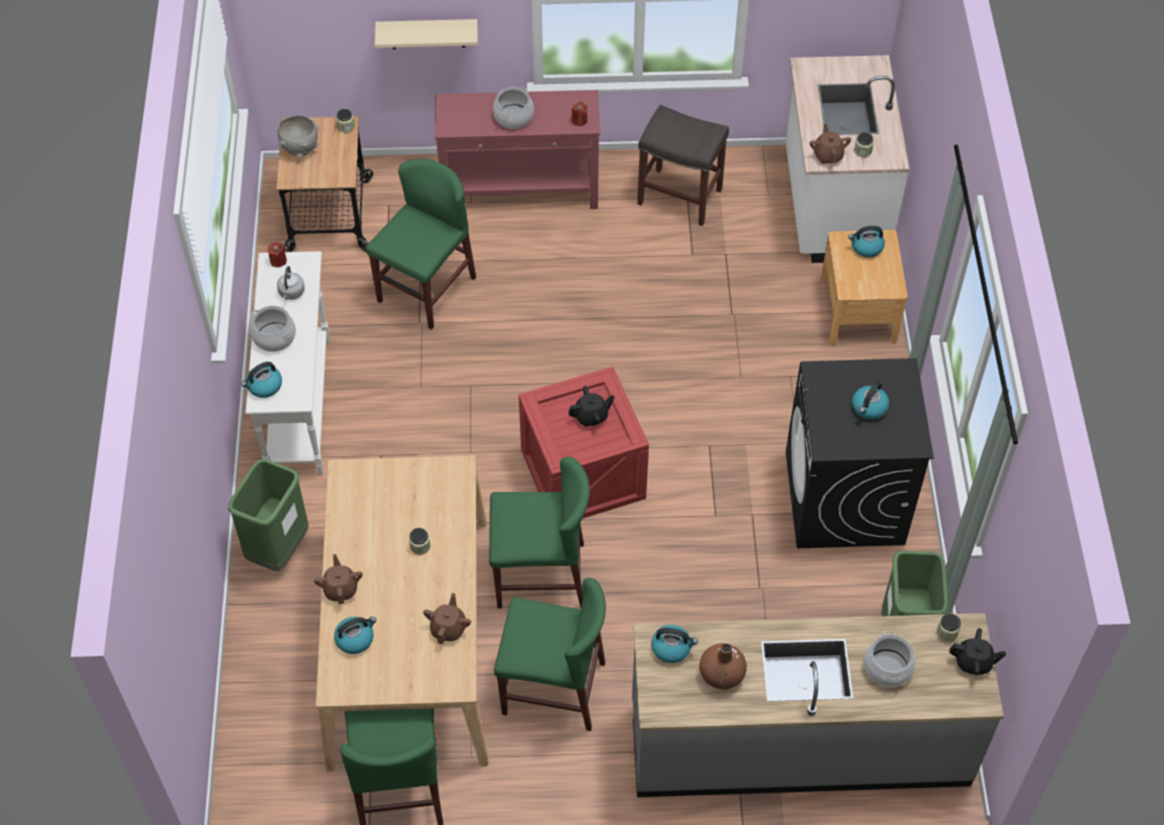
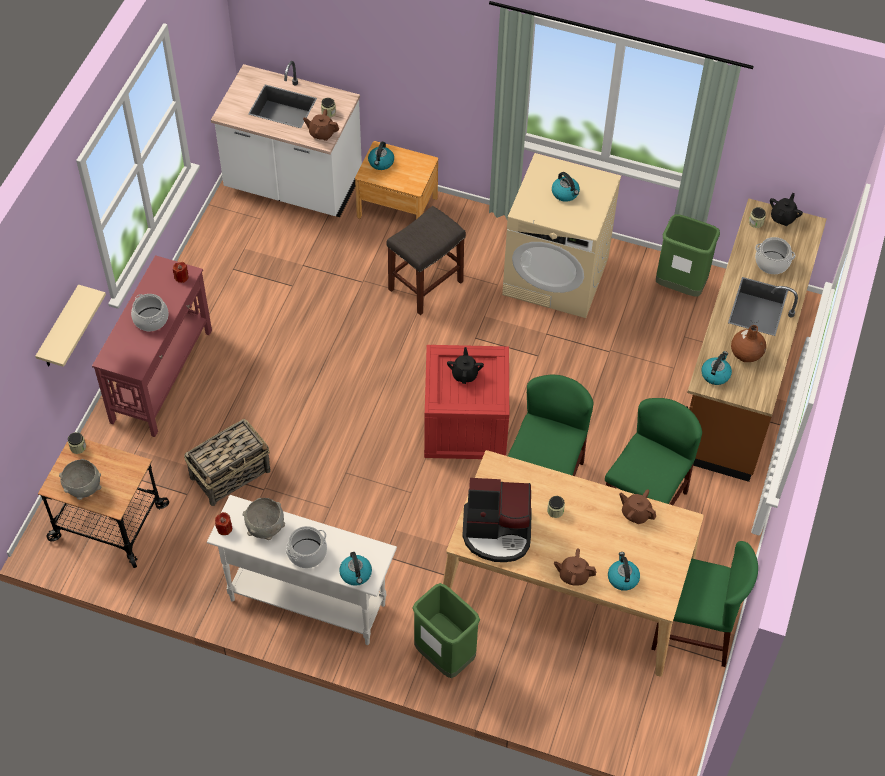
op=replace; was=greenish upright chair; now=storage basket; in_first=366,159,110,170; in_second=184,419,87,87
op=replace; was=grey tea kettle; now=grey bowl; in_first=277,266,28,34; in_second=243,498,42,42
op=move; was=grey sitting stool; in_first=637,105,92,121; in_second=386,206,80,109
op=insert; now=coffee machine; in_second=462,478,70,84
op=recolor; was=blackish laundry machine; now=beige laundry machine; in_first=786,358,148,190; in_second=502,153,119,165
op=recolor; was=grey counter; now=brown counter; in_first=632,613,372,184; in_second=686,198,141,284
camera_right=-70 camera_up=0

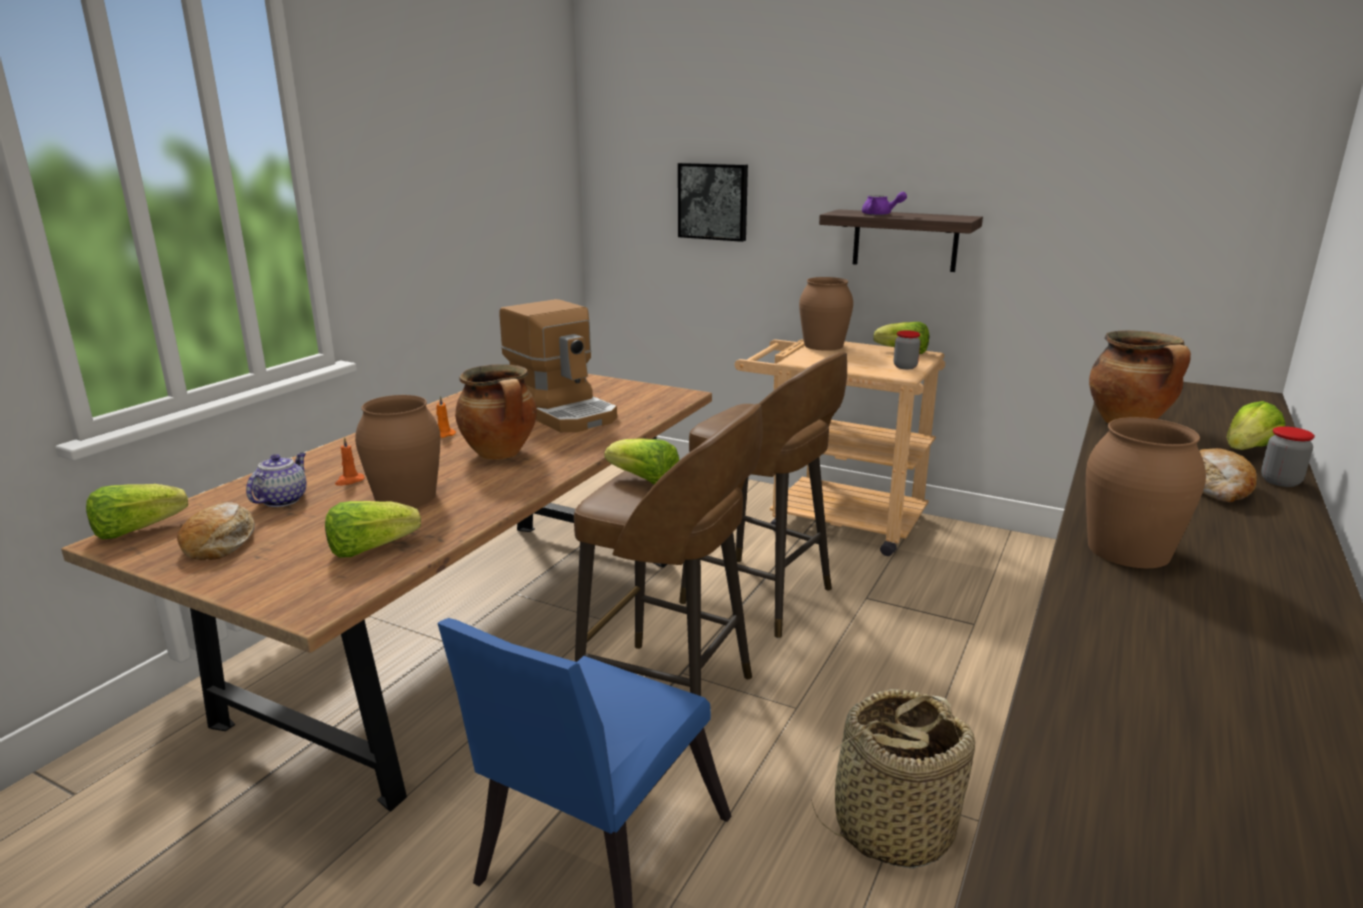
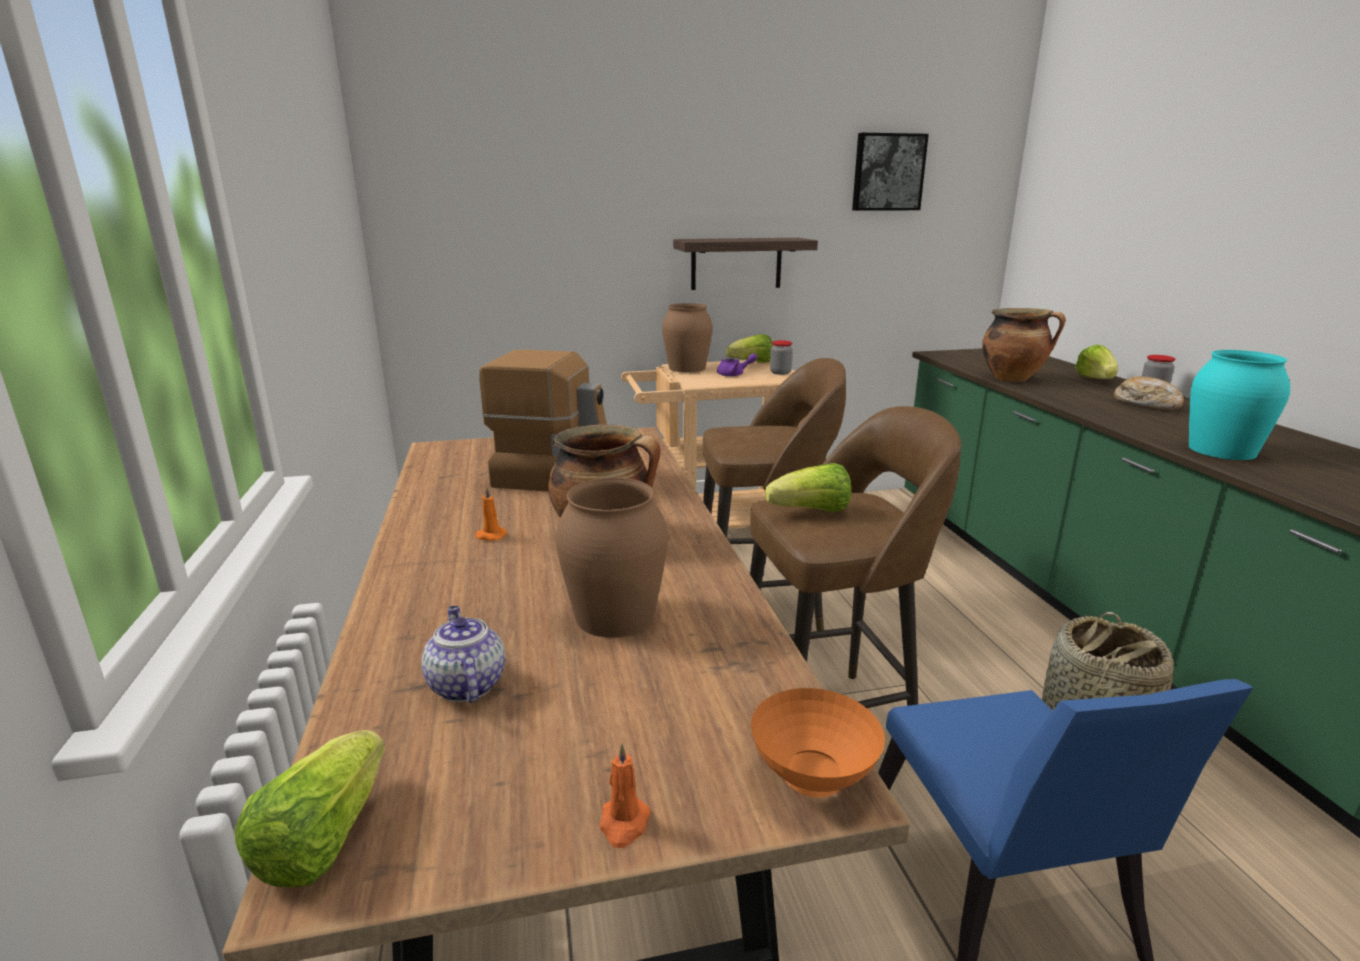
op=move; was=orangey wax candle; in_first=335,437,30,49; in_second=600,743,51,105
op=move; was=purplish pot for tea; in_first=862,192,45,23; in_second=717,353,40,24
op=insert; now=orangey bowl; in_second=751,688,134,109
op=move; was=wall art; in_first=678,163,70,79; in_second=852,133,77,78
op=recolor; was=brown decorative vase; now=turquoise decorative vase; in_first=1086,417,120,151; in_second=1189,350,101,110
op=delete; was=bread; in_first=177,502,78,58
op=delete; was=head of lettuce; in_first=325,501,96,57
camera_right=-40 camera_up=0

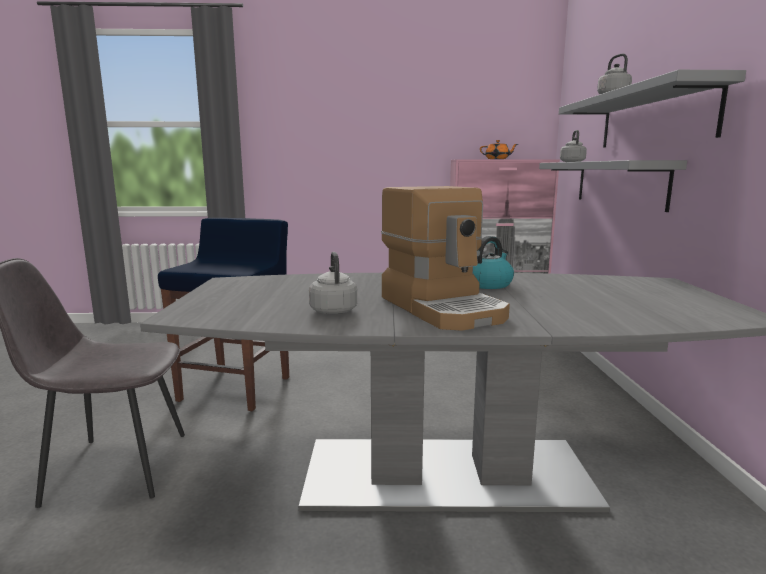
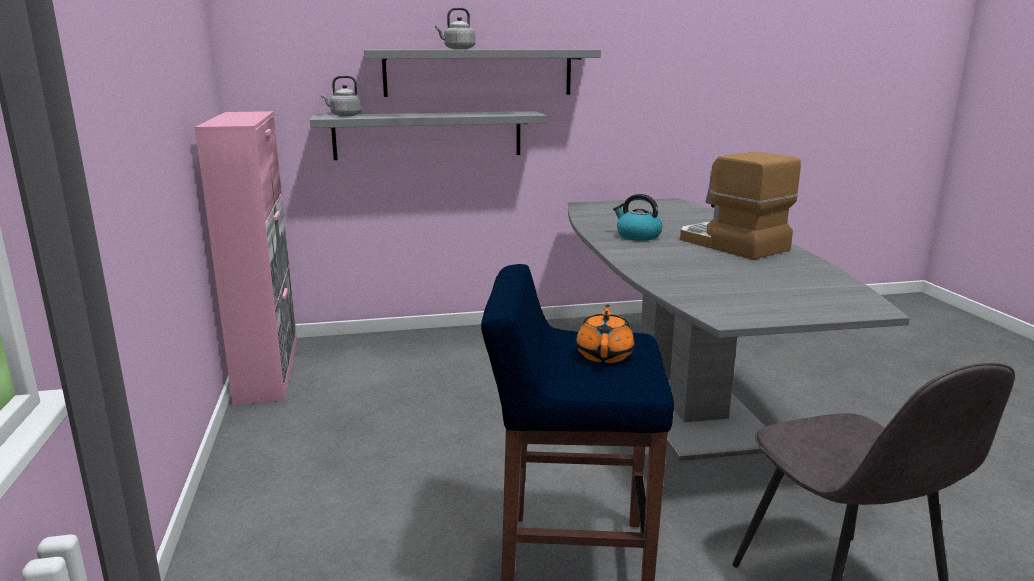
op=move; was=orangey pot for tea; in_first=480,140,38,19; in_second=576,305,59,58
op=rotate; was=coffee machine; in_first=381,186,129,145; in_second=680,152,121,108; clockwise=-90
op=delete; was=grey tea kettle; in_first=309,252,48,62
camera_right=-100 camera_up=5

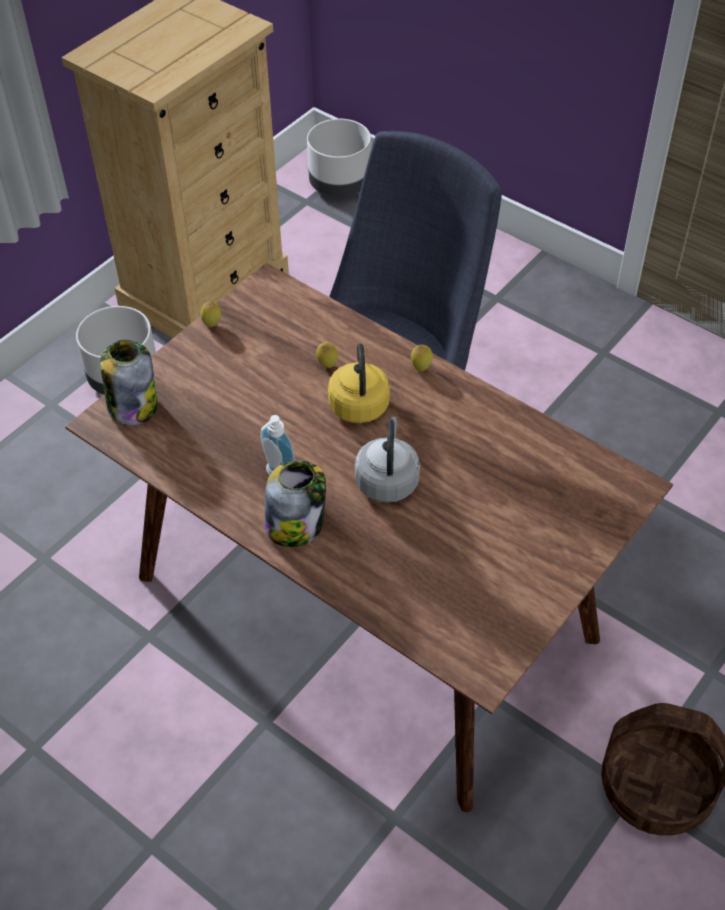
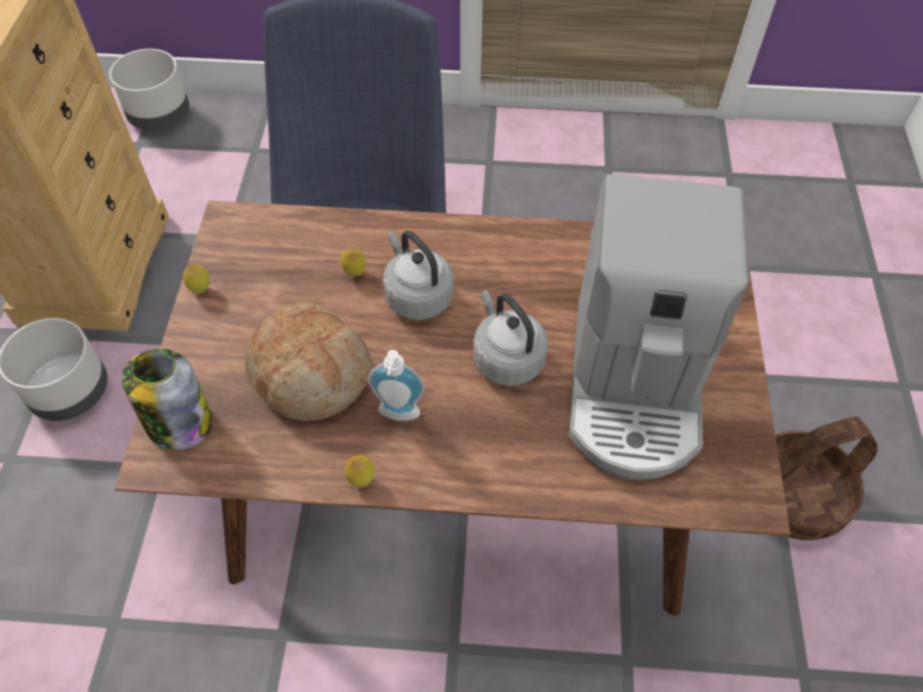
op=insert; now=bread; in_second=244,302,128,119
op=move; was=whole lemon; in_first=411,344,22,27; in_second=345,455,30,32
op=recolor; was=yellow tea kettle; now=grey tea kettle; in_first=328,343,62,80; in_second=383,231,71,89
op=insert; now=coffee machine; in_second=569,174,180,306
op=delete; was=preserve jar; in_first=264,461,62,86
camera_right=-35 camera_up=5

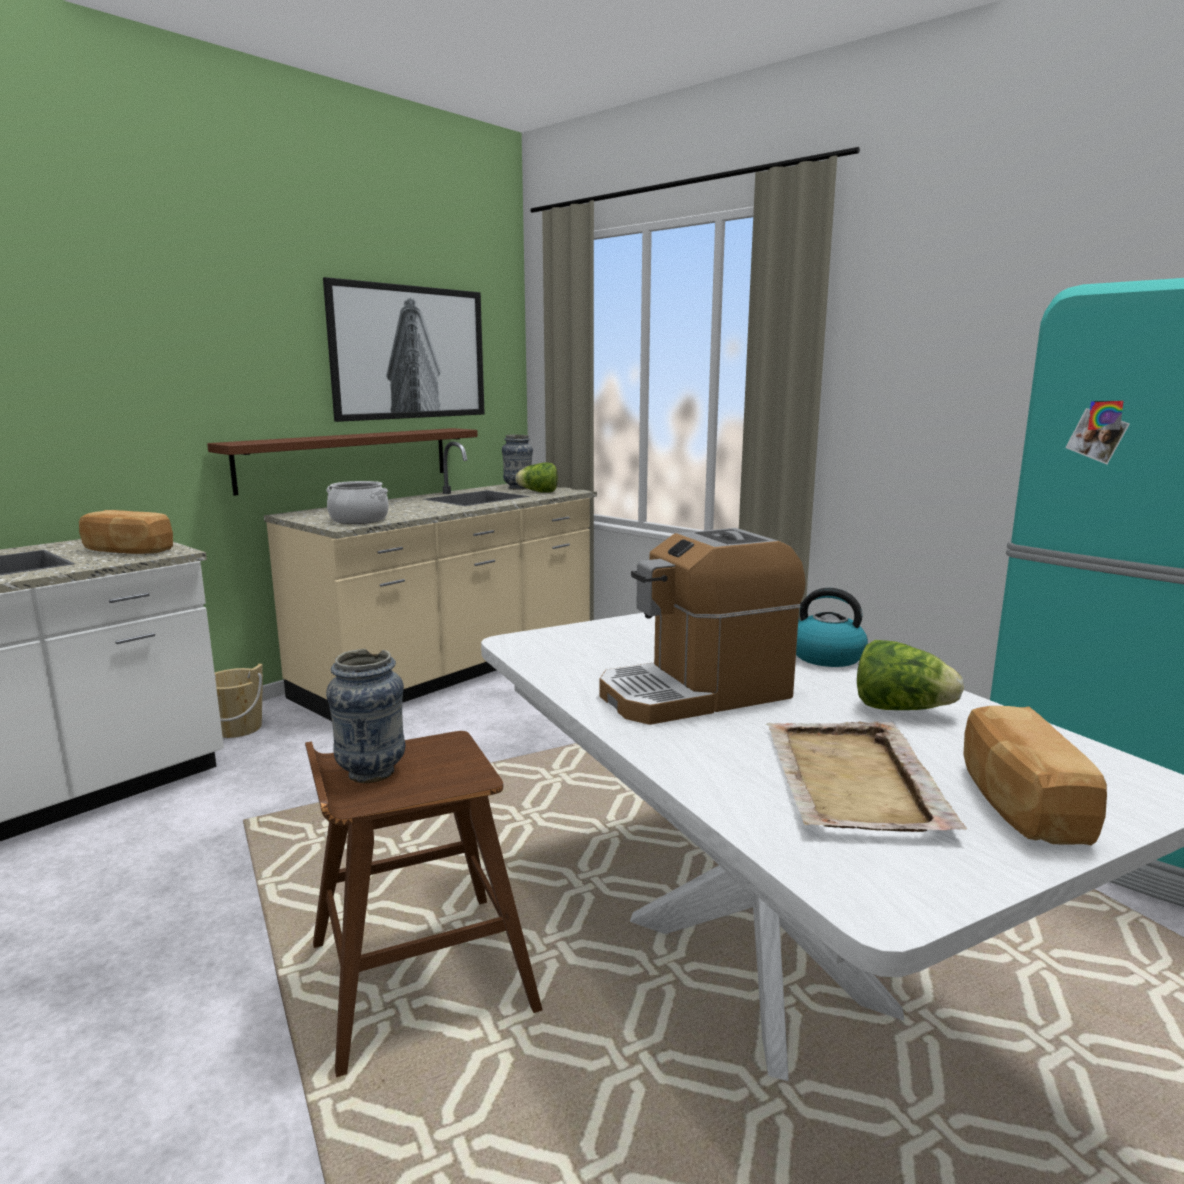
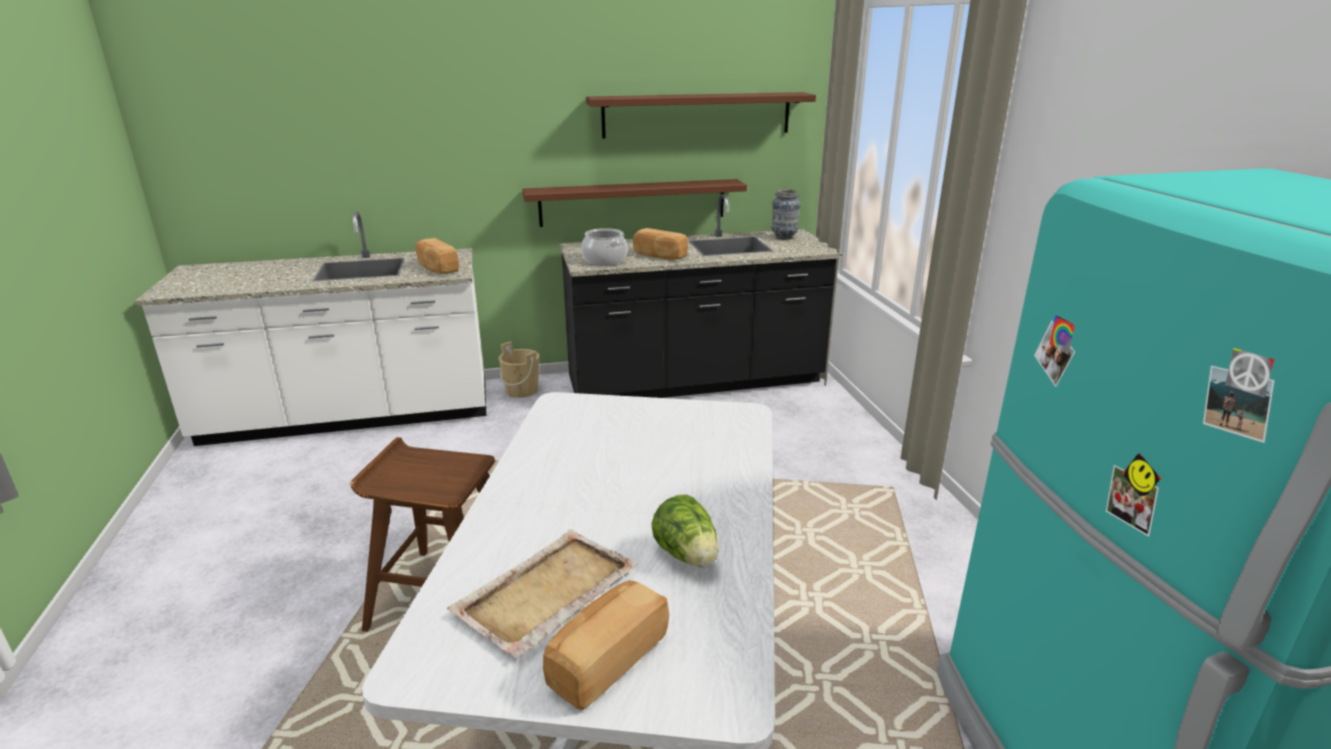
op=recolor; was=beige counter; now=blackish counter; in_first=264,442,333,279; in_second=560,194,283,204
op=replace; was=wall art; now=brown wall shelf; in_first=323,277,162,145; in_second=586,92,230,46
op=insert; now=bread; in_second=633,228,55,32
op=delete; was=decorative vase; in_first=326,649,79,134
op=delete; was=head of lettuce; in_first=515,463,43,30
op=delete; was=coffee machine; in_first=599,528,207,197
op=delete; was=tea kettle; in_first=796,588,72,79
camera_right=35 camera_up=10

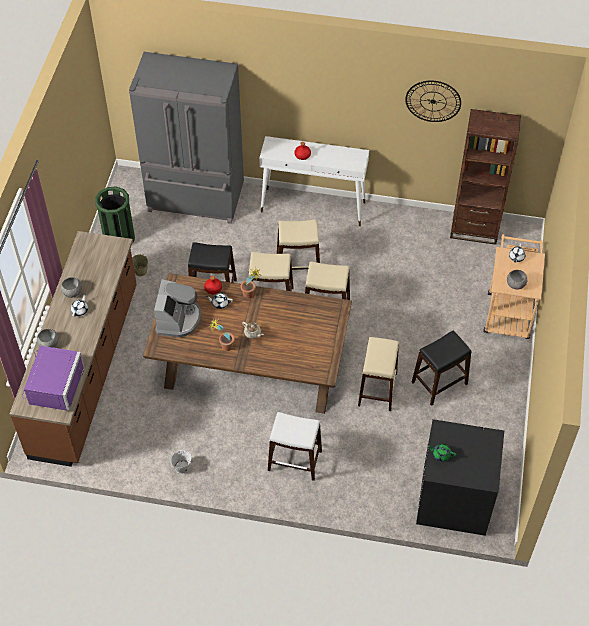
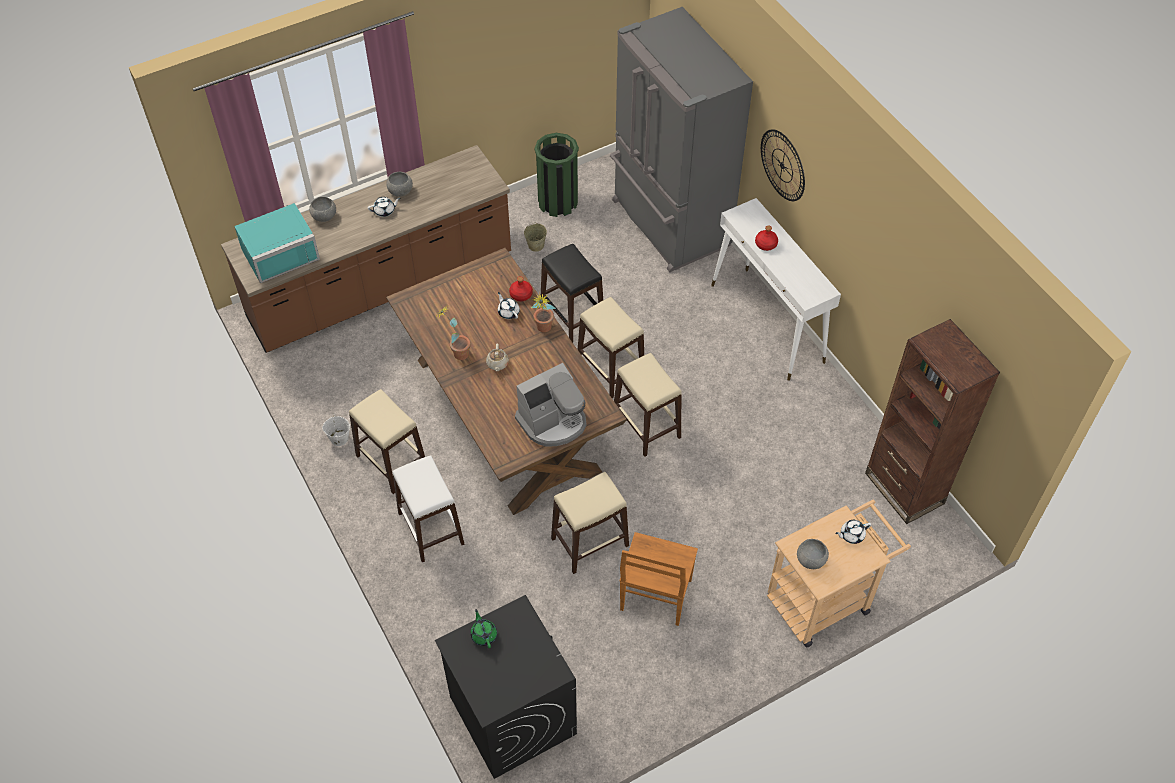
op=recolor; was=purplish kitchen microwave; now=turquoise kitchen microwave; in_first=22,346,63,65; in_second=234,203,86,80
op=move; was=beige sitting stool; in_first=277,219,43,51; in_second=349,389,76,105
op=move; was=coffee machine; in_first=154,279,47,58; in_second=515,363,71,84
op=replace; was=blackish sitting stool; now=brown upright chair; in_first=412,331,60,75; in_second=619,532,79,94
op=move; was=wall clock; in_first=405,80,56,42; in_second=761,129,44,72
camera_right=50 camera_up=0

